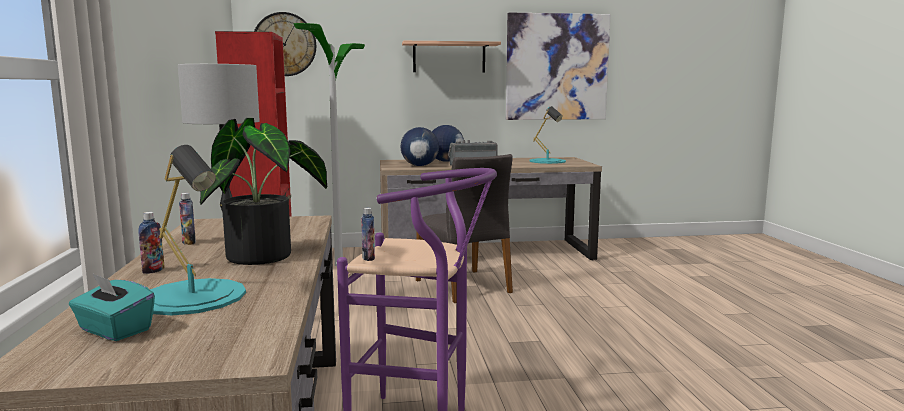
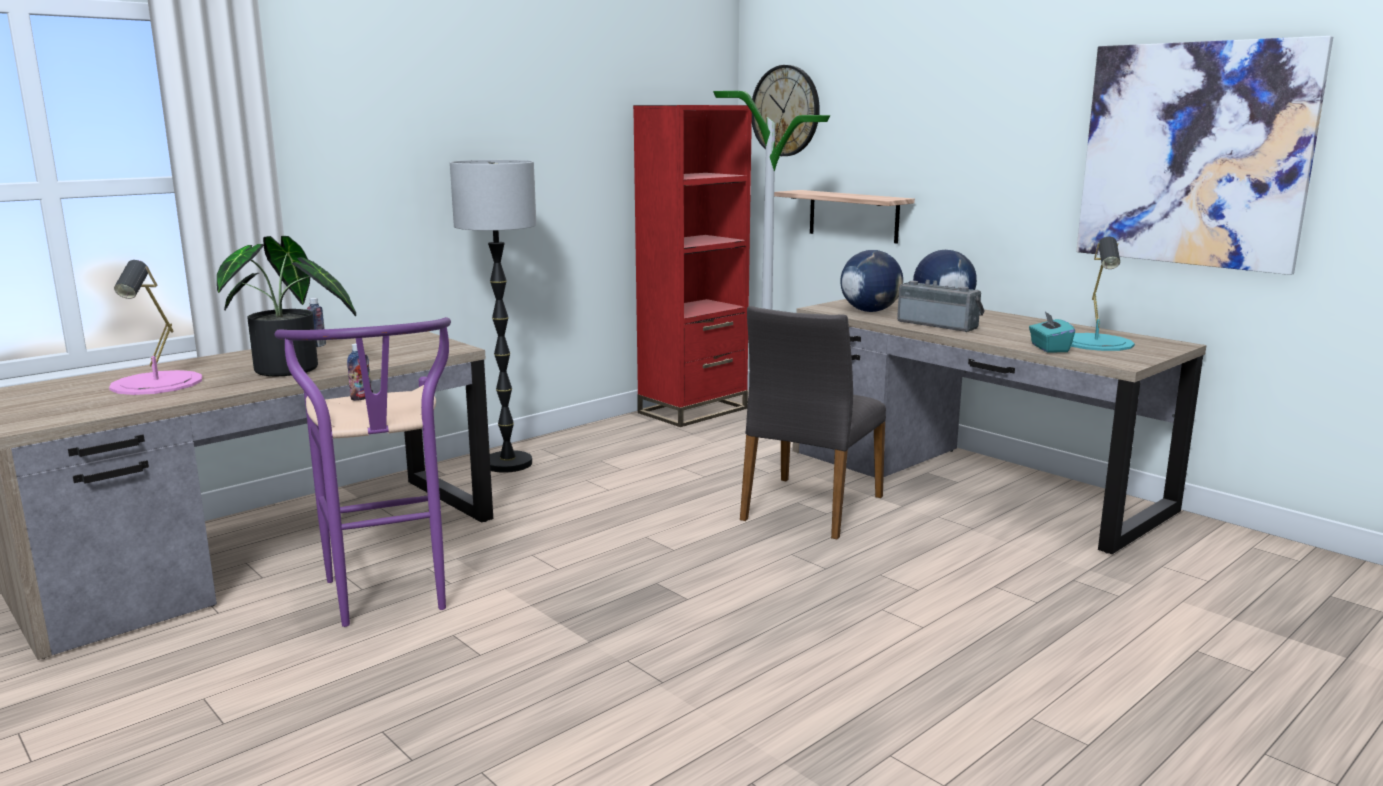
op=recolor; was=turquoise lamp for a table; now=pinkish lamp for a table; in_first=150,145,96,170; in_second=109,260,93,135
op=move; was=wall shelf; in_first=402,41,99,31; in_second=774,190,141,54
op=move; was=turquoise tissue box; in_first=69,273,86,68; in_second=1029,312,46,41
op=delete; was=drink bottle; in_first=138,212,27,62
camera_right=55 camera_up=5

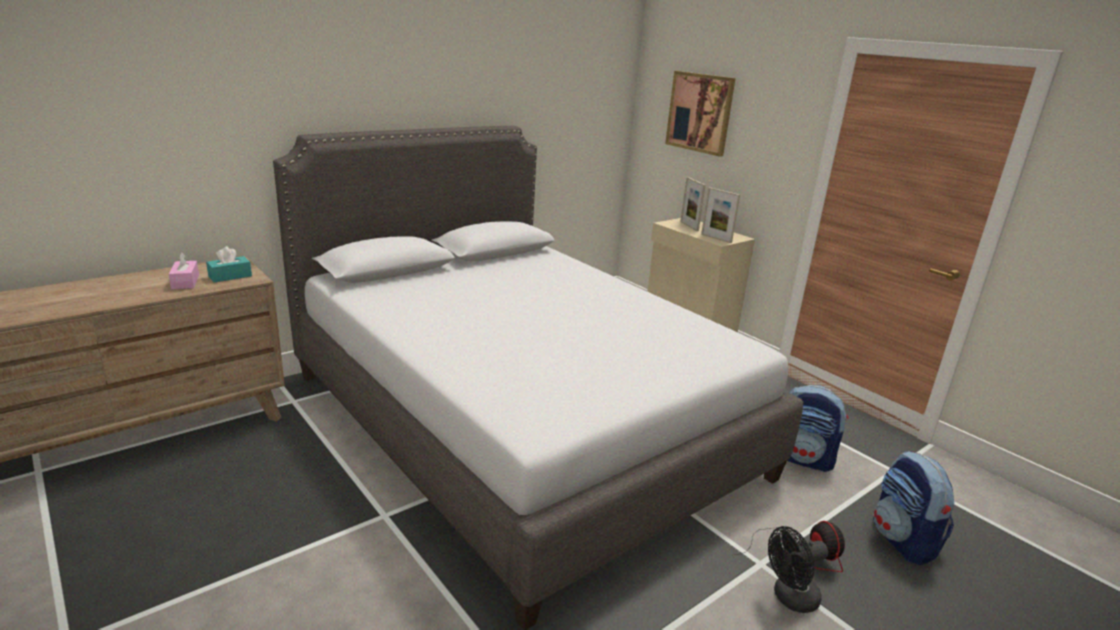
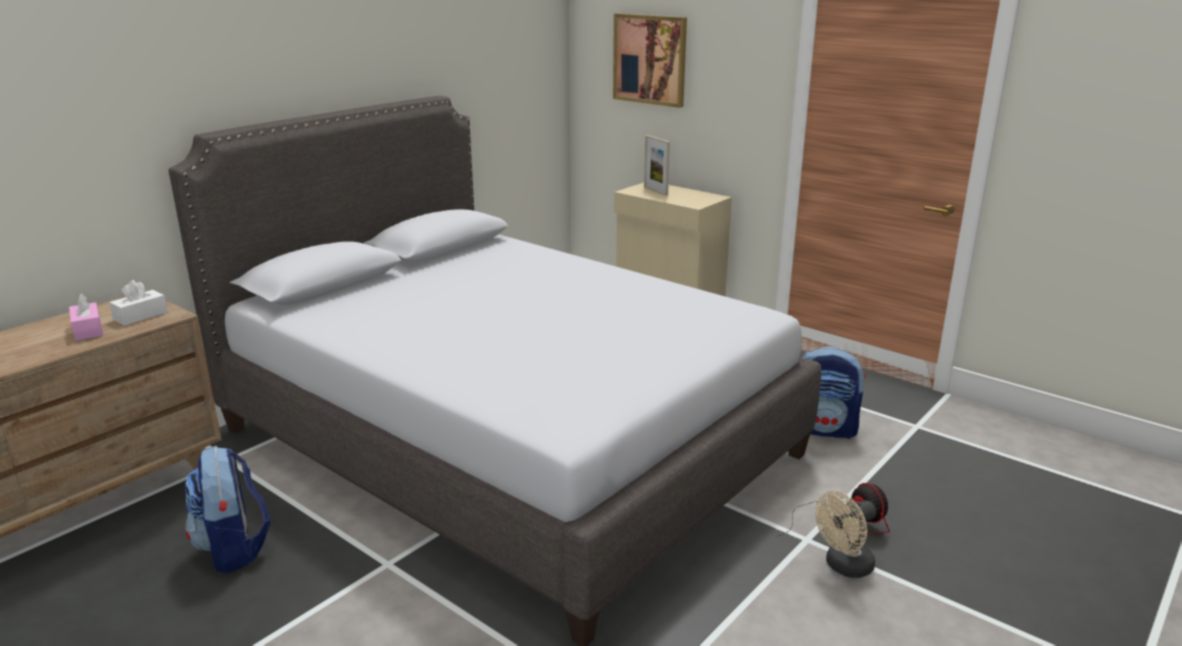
op=recolor; was=turquoise tissue box; now=white tissue box; in_first=206,247,46,35; in_second=109,280,59,46
op=move; was=rucksack; in_first=873,451,81,114; in_second=185,446,86,128
op=recolor; was=blackish fan; now=beige fan; in_first=768,526,60,87; in_second=815,491,61,87
op=delete; was=standing frame; in_first=701,187,39,56
camera_right=-10 camera_up=0

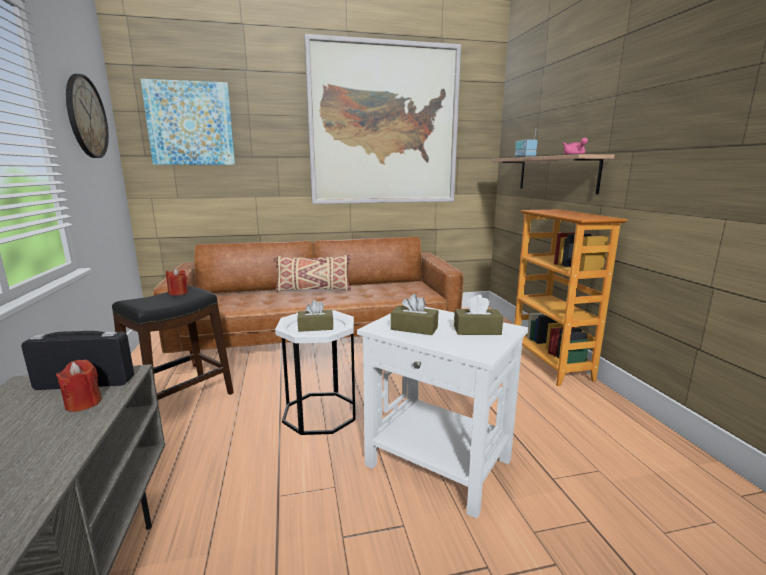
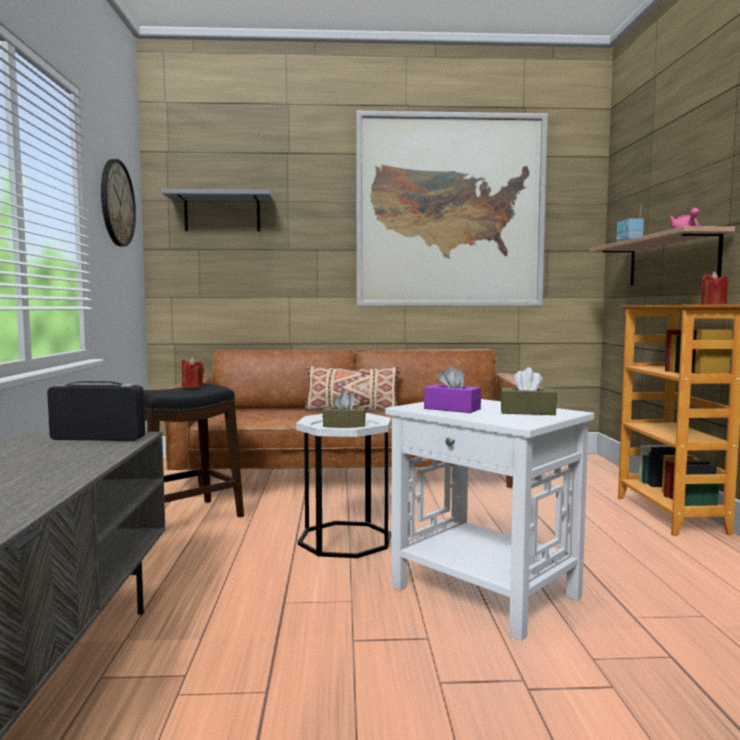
op=replace; was=wall art; now=grey wall shelf; in_first=141,79,94,86; in_second=161,189,112,43
op=recolor; was=brown tissue box; now=purplish tissue box; in_first=391,294,47,41; in_second=424,366,57,47
op=move; was=red-coloured wax candle; in_first=56,360,46,52; in_second=701,271,27,33
camera_right=10 camera_up=-10

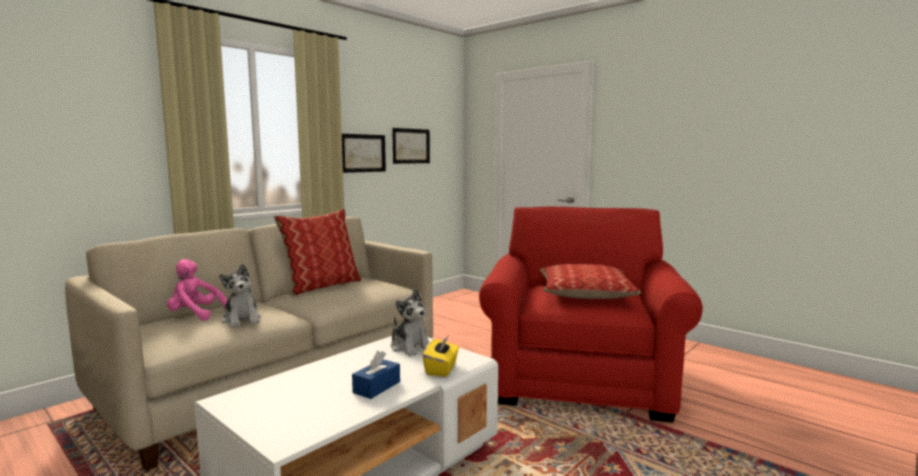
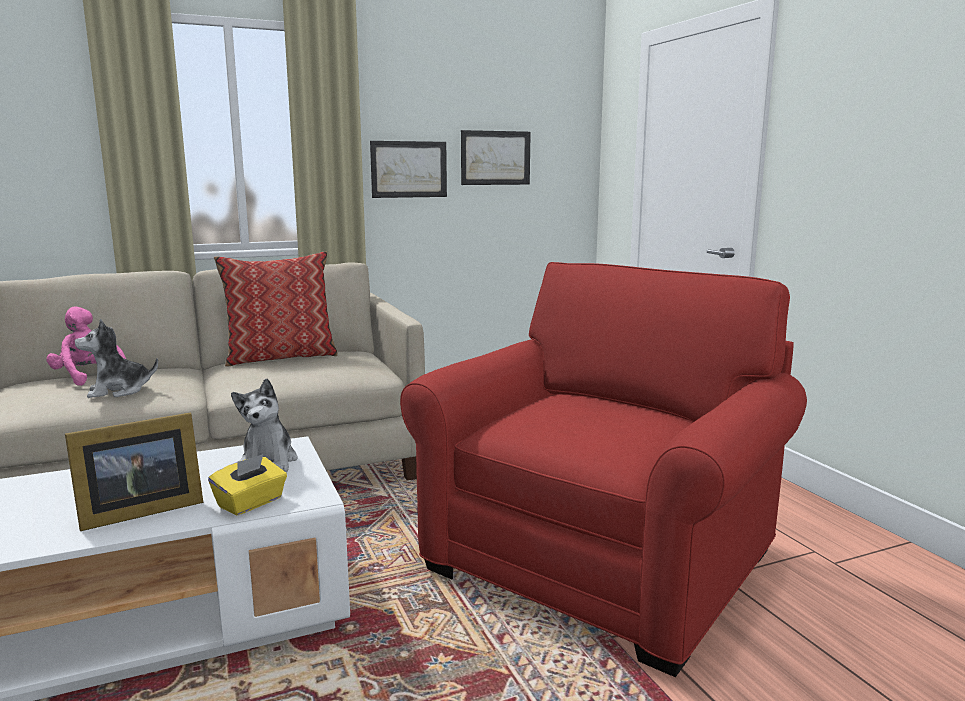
op=replace; was=blue tissue box; now=standing frame; in_first=352,351,48,48; in_second=65,412,139,119
op=rotate; was=plush toy; in_first=219,264,42,64; in_second=75,319,83,79; clockwise=75
op=delete; was=cushion; in_first=540,264,101,35
camera_right=25 camera_up=5

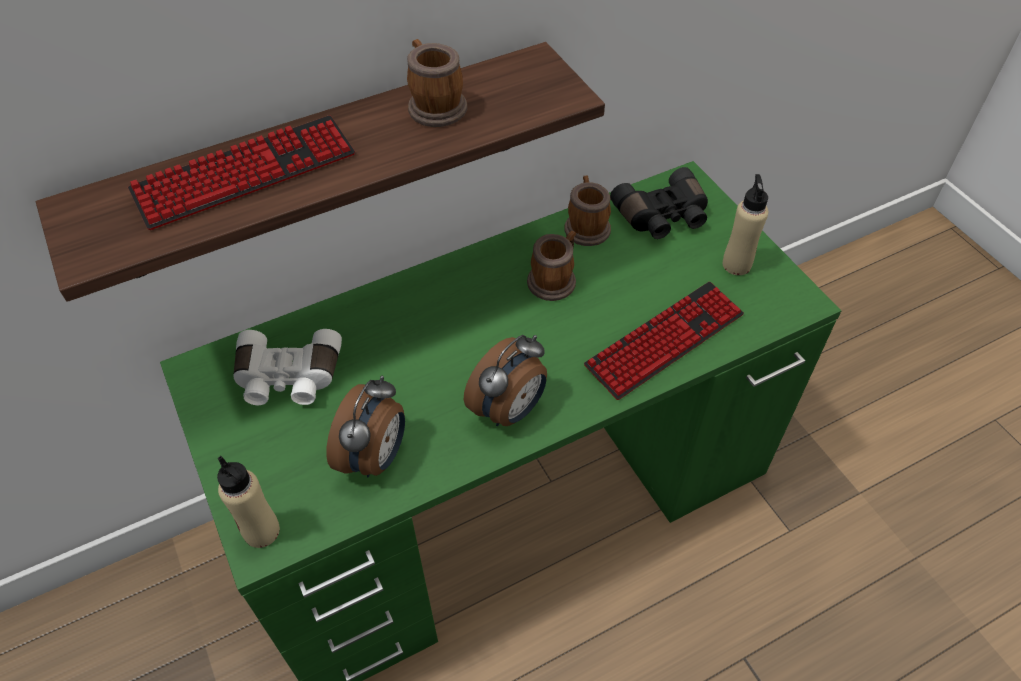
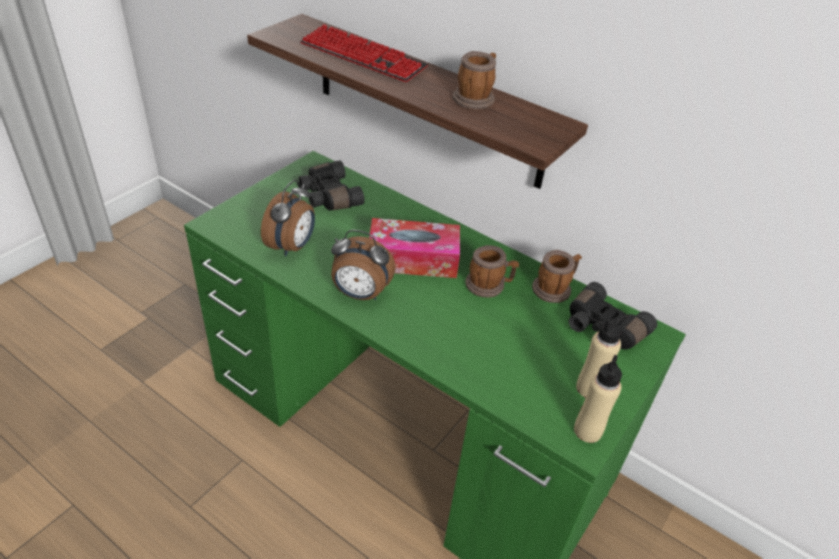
op=rotate; was=bedside clock; in_first=326,376,79,101; in_second=261,180,54,76; clockwise=-60
op=recolor; was=white field glasses; now=blackish field glasses; in_first=233,329,109,76; in_second=298,160,66,50
op=insert; now=tissue box; in_second=369,218,91,60
op=move; was=beige drink bottle; in_first=217,456,63,92; in_second=574,355,48,88
op=delete; was=computer keyboard; in_first=584,282,160,118
camera_right=60 camera_up=-10

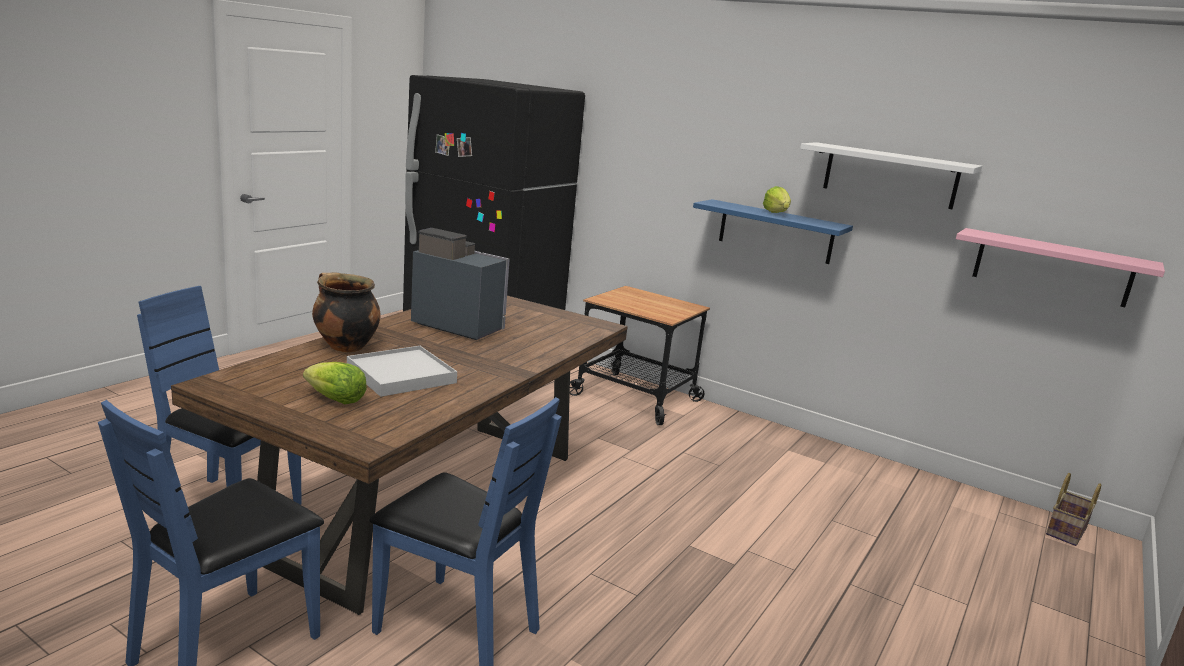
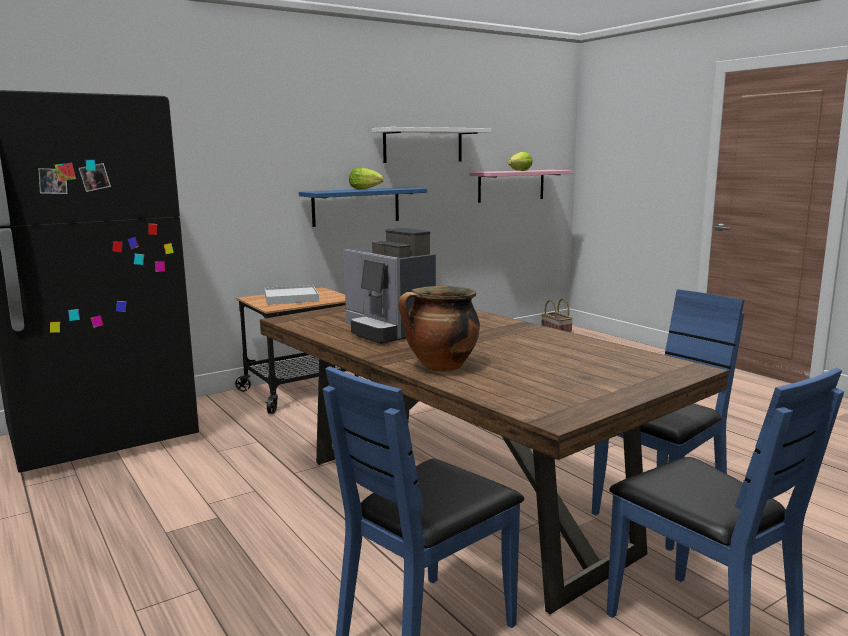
op=move; was=white tray; in_first=347,346,110,51; in_second=264,285,55,20
op=rotate; was=coffee machine; in_first=411,228,99,112; in_second=344,228,92,116; clockwise=-90
op=move; was=head of lettuce; in_first=303,362,64,42; in_second=508,152,25,19
camera_right=-65 camera_up=-5

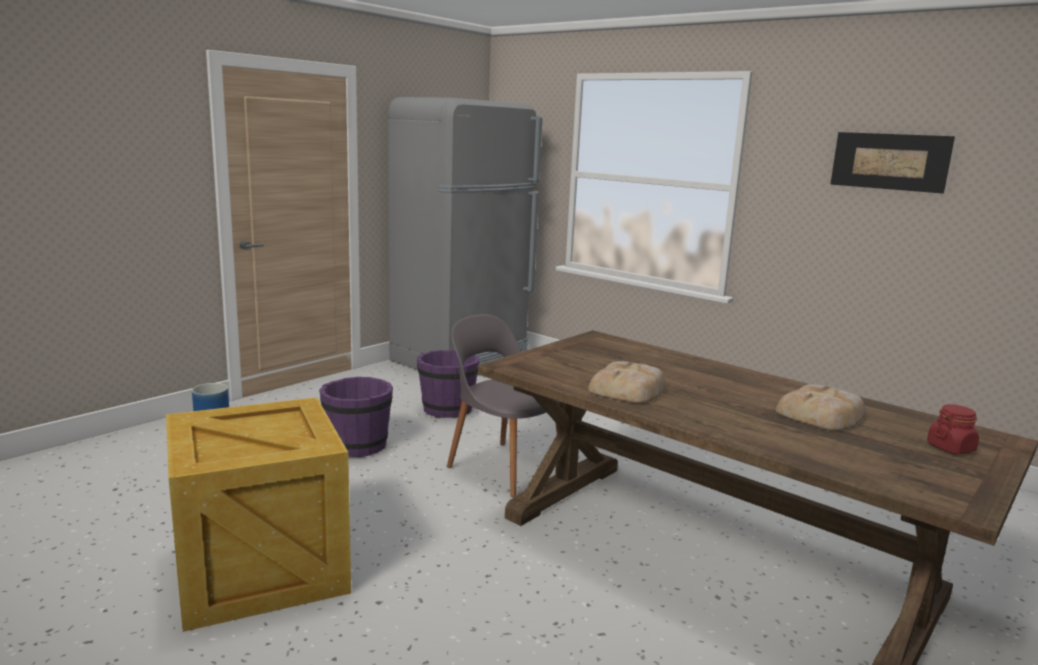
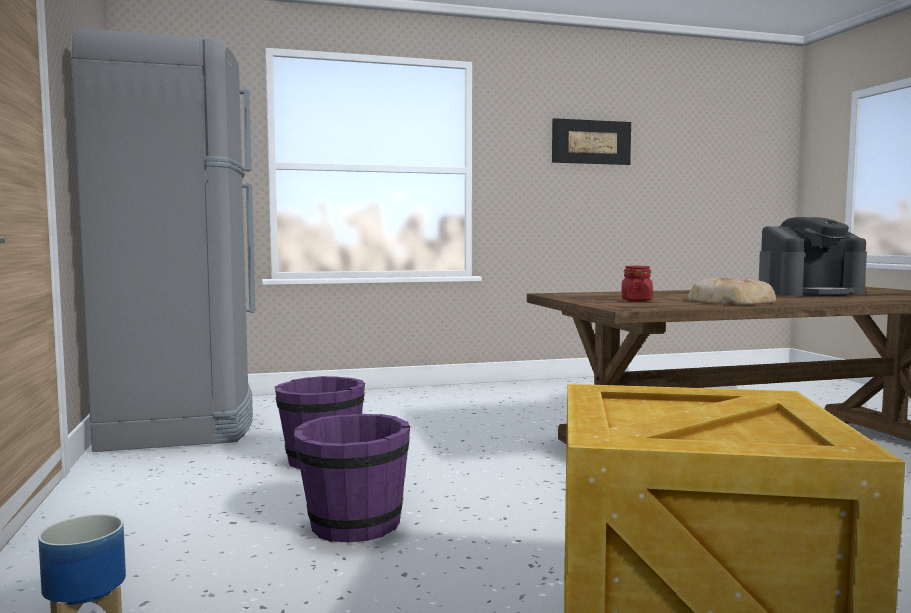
op=move; was=red-coloured preserve jar; in_first=927,404,52,50; in_second=621,266,32,35
op=replace; was=bread; now=coffee machine; in_first=776,384,90,47; in_second=759,217,108,79
op=delete; was=grey upright chair; in_first=447,314,113,183
camera_right=-55 camera_up=-10

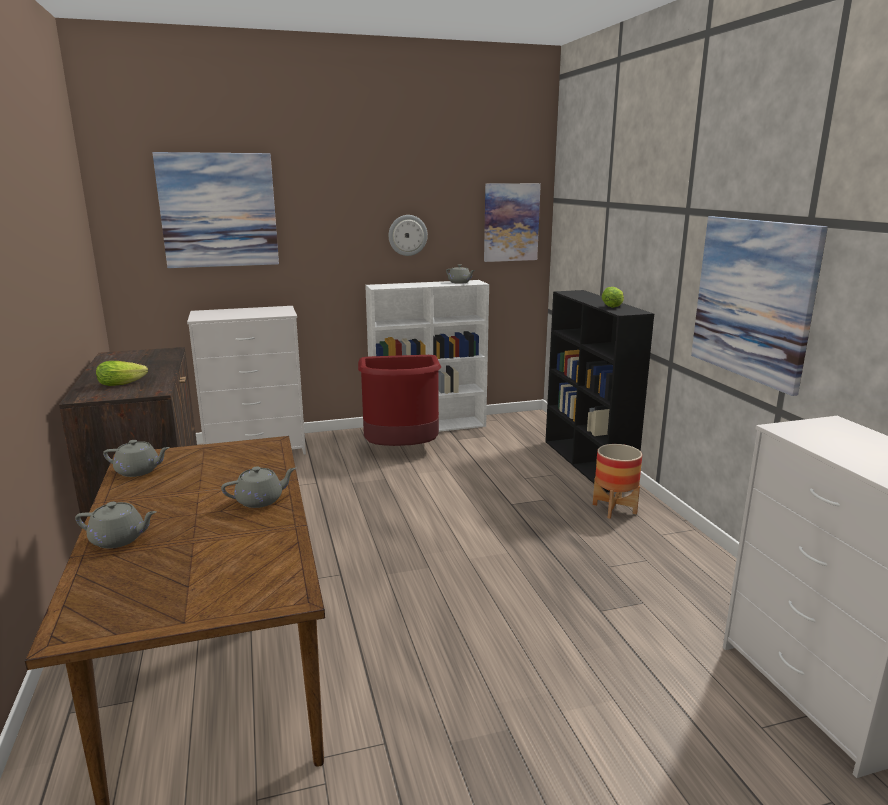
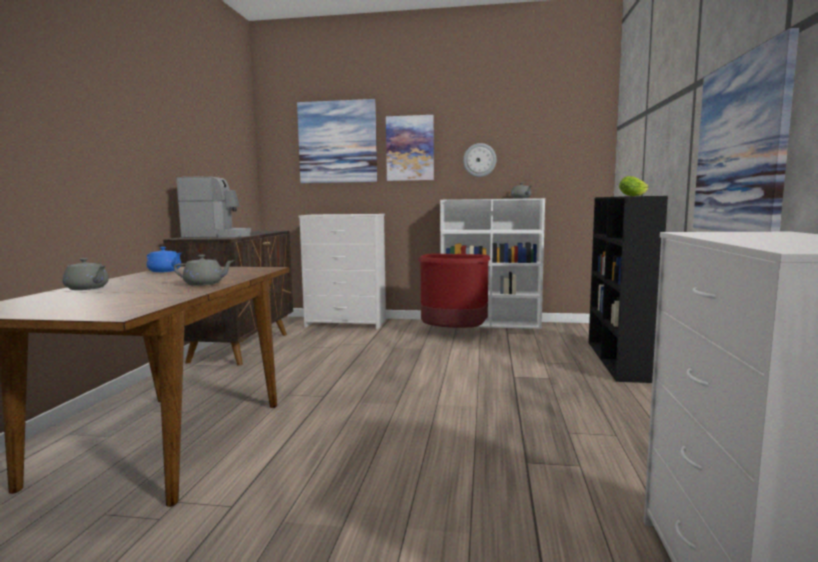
op=recolor; was=grey pot for tea; now=blue pot for tea; in_first=103,440,67,37; in_second=147,247,35,25
op=replace; was=head of lettuce; now=coffee machine; in_first=96,361,52,25; in_second=176,177,75,61
op=move; was=wall art; in_first=484,183,57,79; in_second=386,115,48,66
op=delete; was=plant pot; in_first=593,444,49,75
camera_right=25 camera_up=-10

